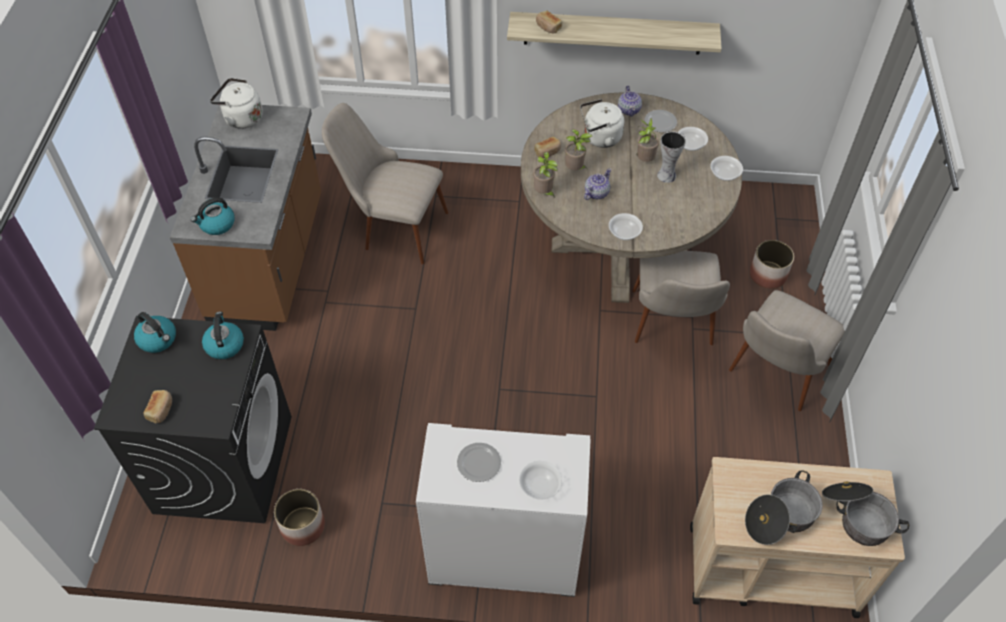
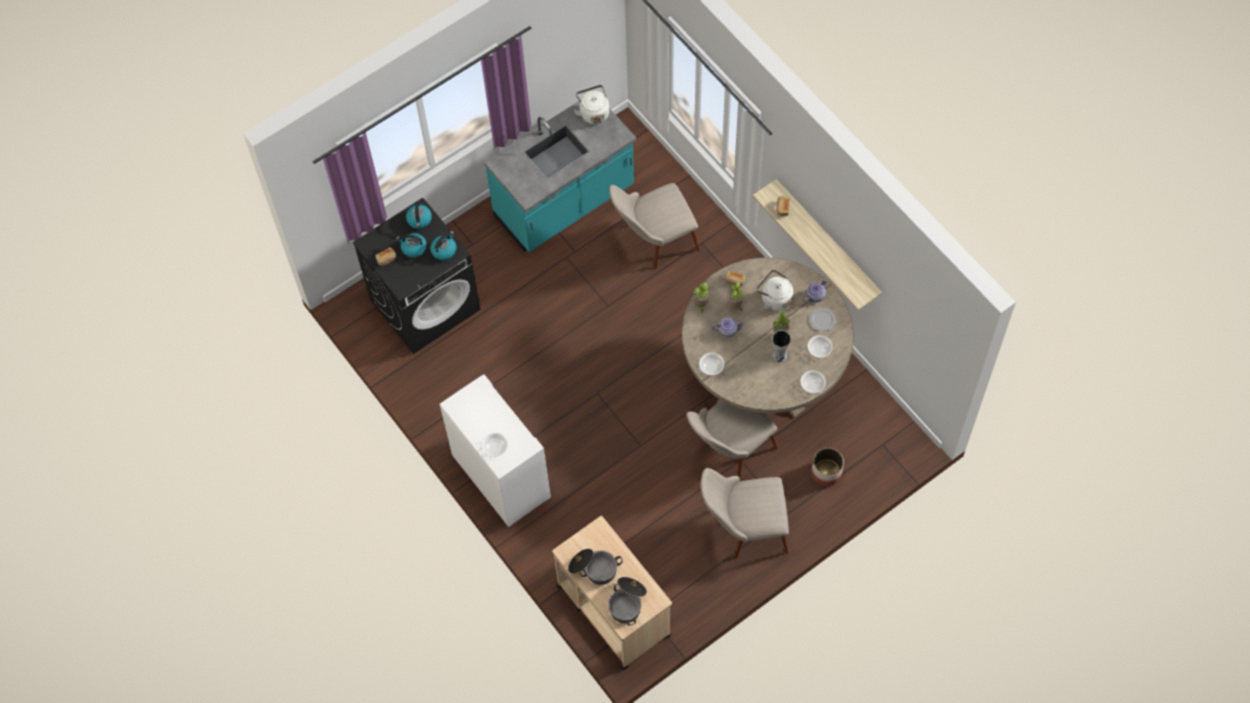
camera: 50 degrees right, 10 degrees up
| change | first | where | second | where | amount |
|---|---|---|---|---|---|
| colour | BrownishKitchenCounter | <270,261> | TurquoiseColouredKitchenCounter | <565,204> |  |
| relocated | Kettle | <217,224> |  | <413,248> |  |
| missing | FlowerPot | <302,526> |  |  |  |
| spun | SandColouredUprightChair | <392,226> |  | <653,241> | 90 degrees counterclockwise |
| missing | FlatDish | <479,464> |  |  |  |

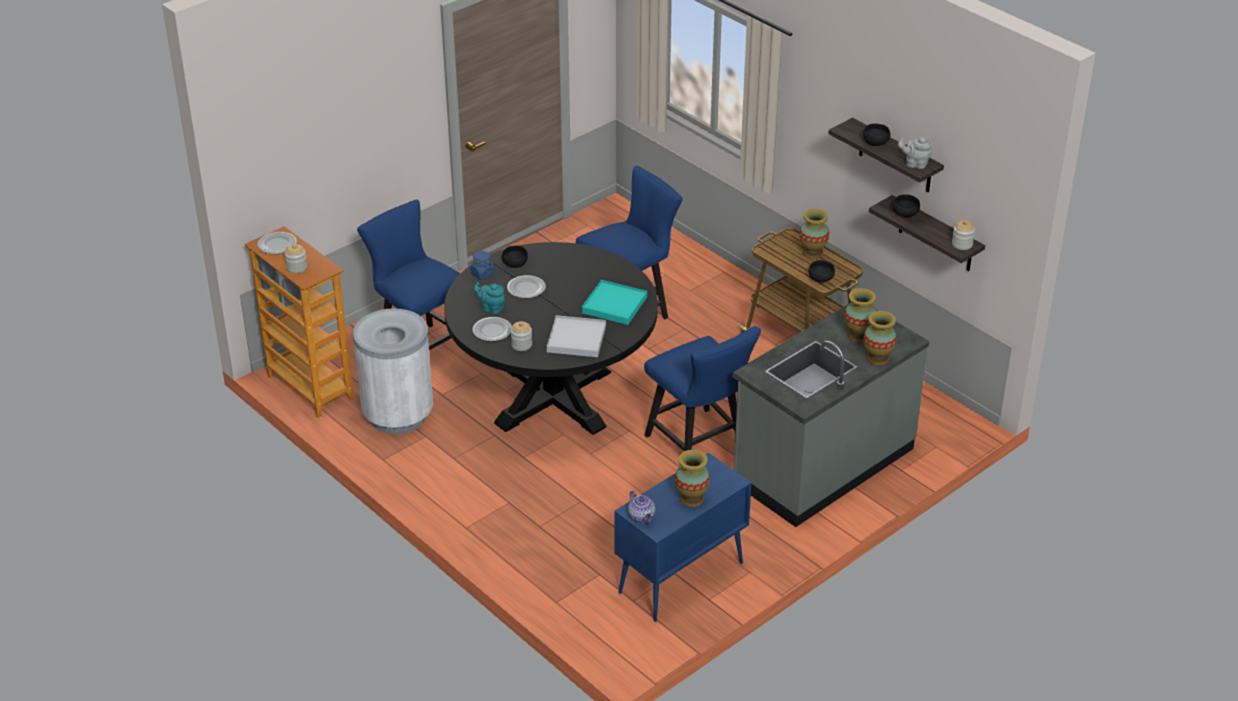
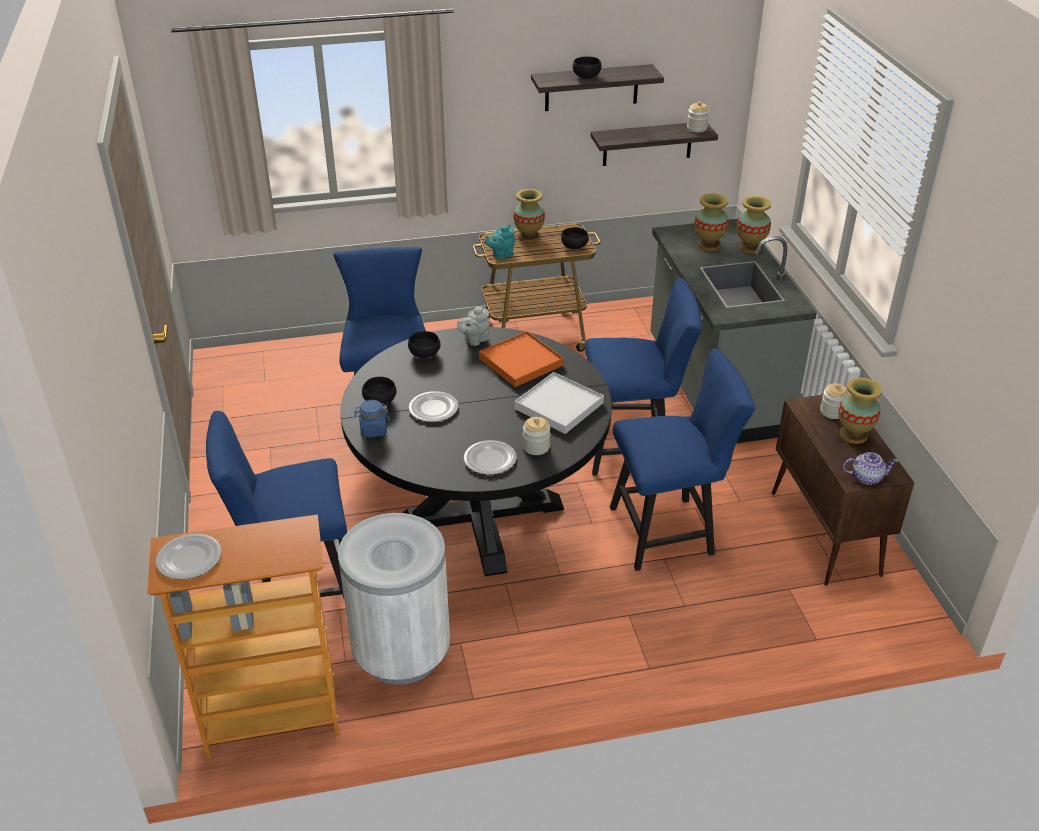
camera: 60 degrees left, 0 degrees up
| change | first | where | second | where | amount |
|---|---|---|---|---|---|
| relocated | StorageJar | <297,268> |  | <832,412> |  |
| relocated | TurquoiseColouredTeaPot | <491,308> |  | <501,255> |  |
| colour | TurquoiseColouredTray | <614,305> | OrangeColouredTray | <521,362> |  |
| colour | BlueColouredStorageCabinet | <680,579> | BrownishStorageCabinet | <825,534> |  |
| relocated | BlackishDeepDish | <905,214> |  | <425,354> |  |
| relocated | GreyTeaPot | <914,164> |  | <474,340> |  |
| appeared |  |  | BlueColouredUprightChair | <669,531> |  |

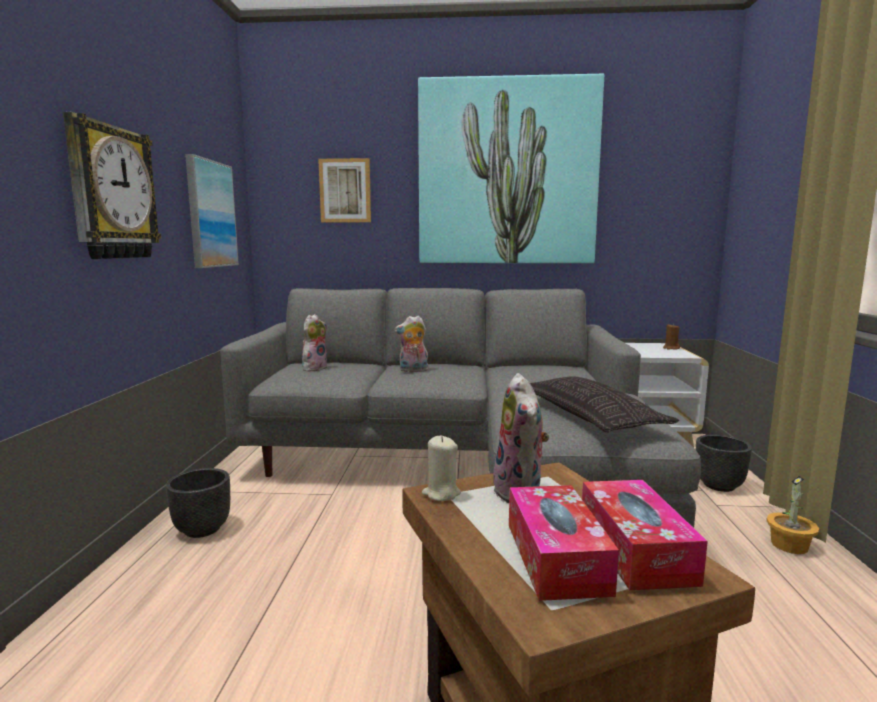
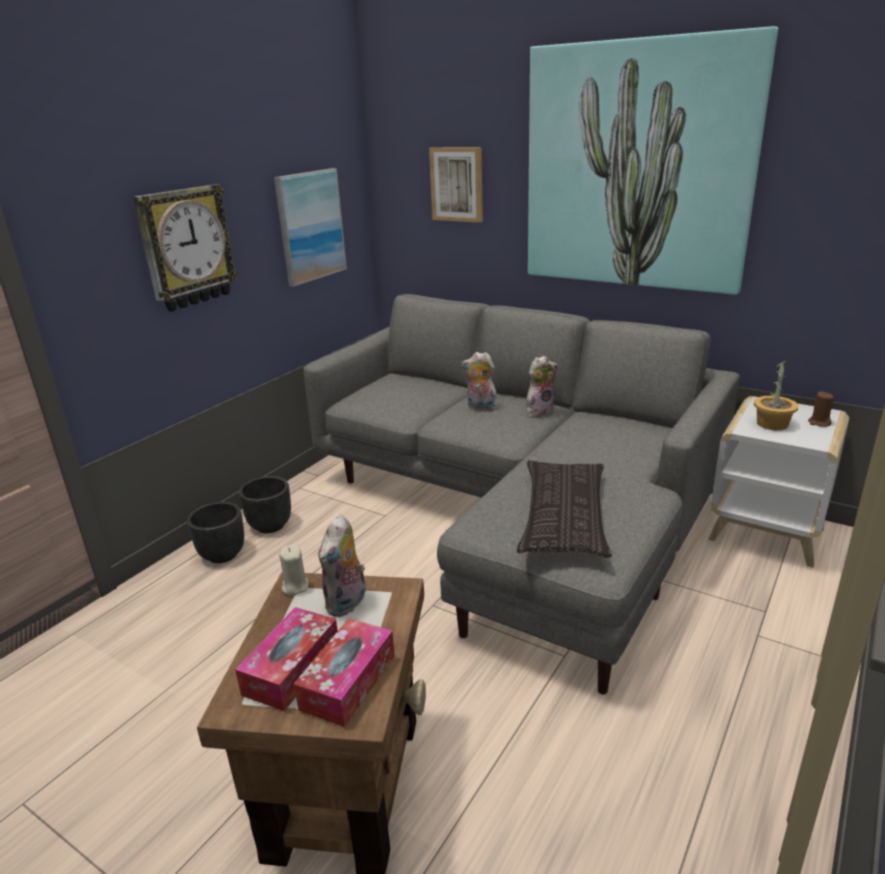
camera: 30 degrees right, 15 degrees up
| change | first | where | second | where | amount |
|---|---|---|---|---|---|
| relocated | SoftToy | <314,368> |  | <539,412> |  |
| relocated | BlackishFlowerPot | <719,485> |  | <223,555> |  |
| relocated | Houseplant | <790,545> |  | <772,424> |  |

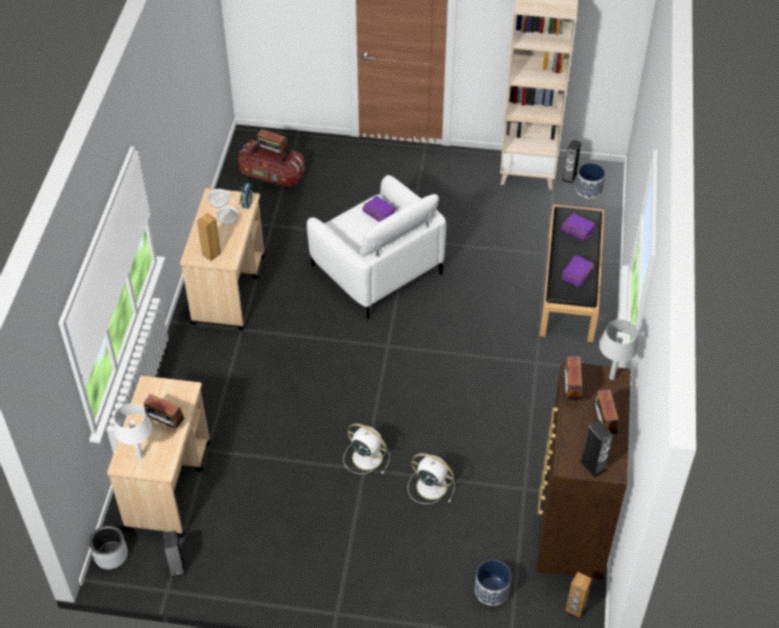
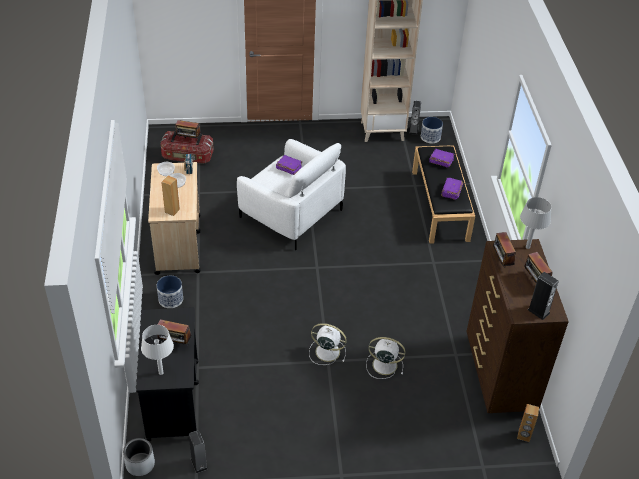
camera: 15 degrees left, 5 degrees down
| change | first | where | second | where | amount |
|---|---|---|---|---|---|
| colour | SandColouredWheeledCart | <168,484> | BlackishWheeledCart | <173,399> |  |
| relocated | FlowerPot | <492,591> |  | <171,299> |  |

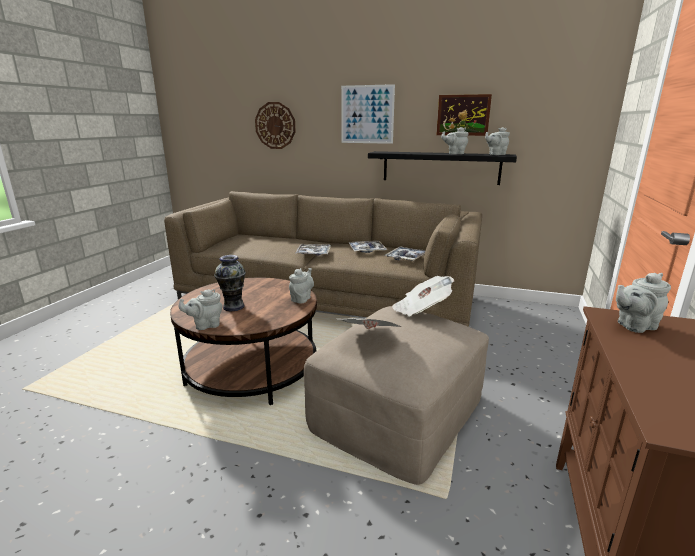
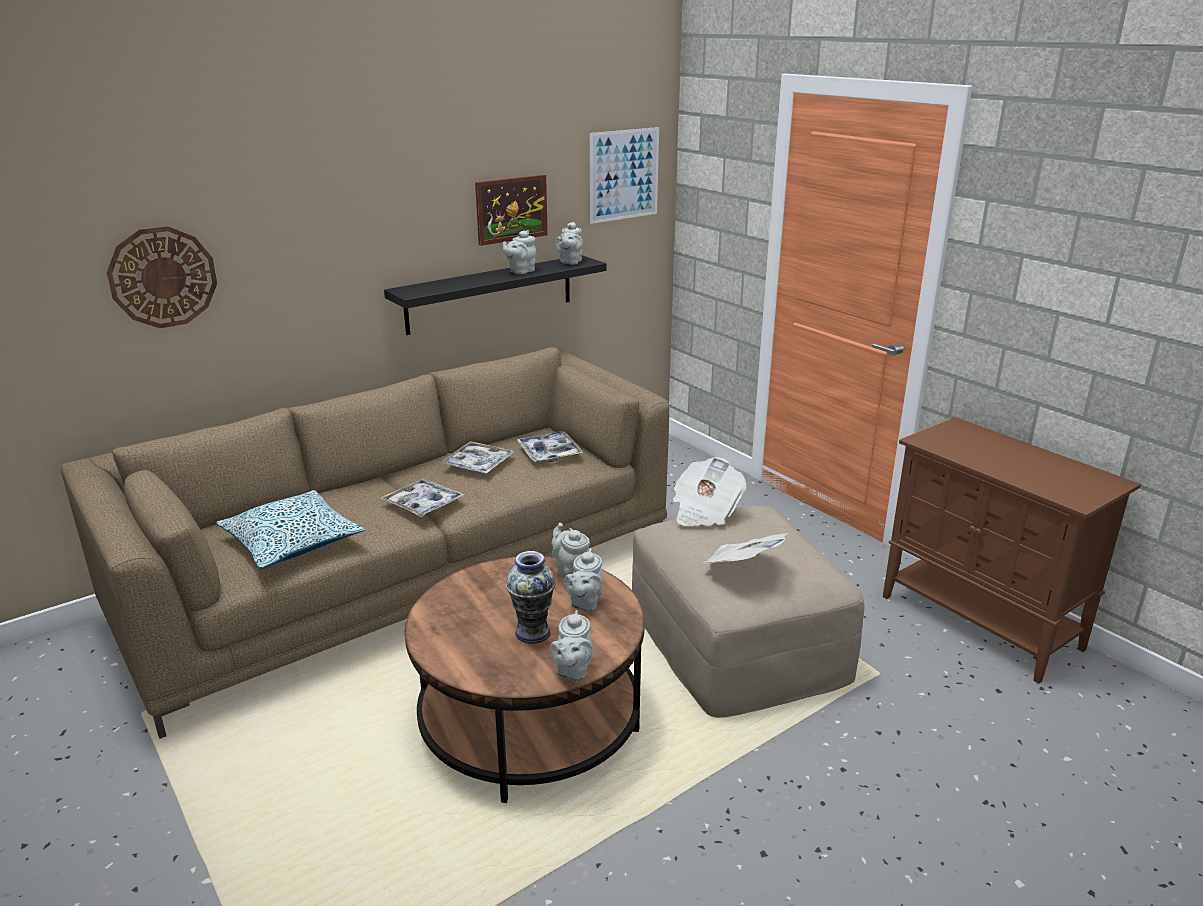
camera: 55 degrees left, 5 degrees up
| change | first | where | second | where | amount |
|---|---|---|---|---|---|
| relocated | WallArt | <367,114> |  | <624,175> |  |
| relocated | GreyTeaPot | <634,326> |  | <585,604> |  |
| appeared |  |  | Pillow | <292,542> |  |

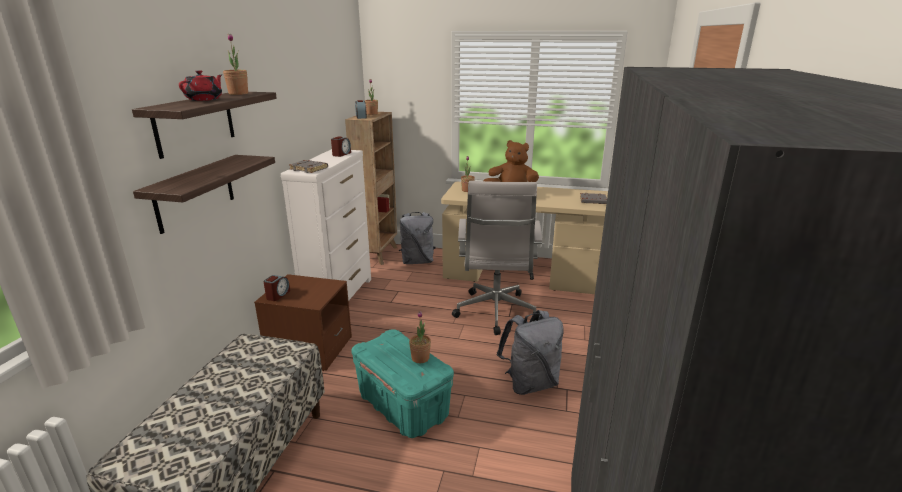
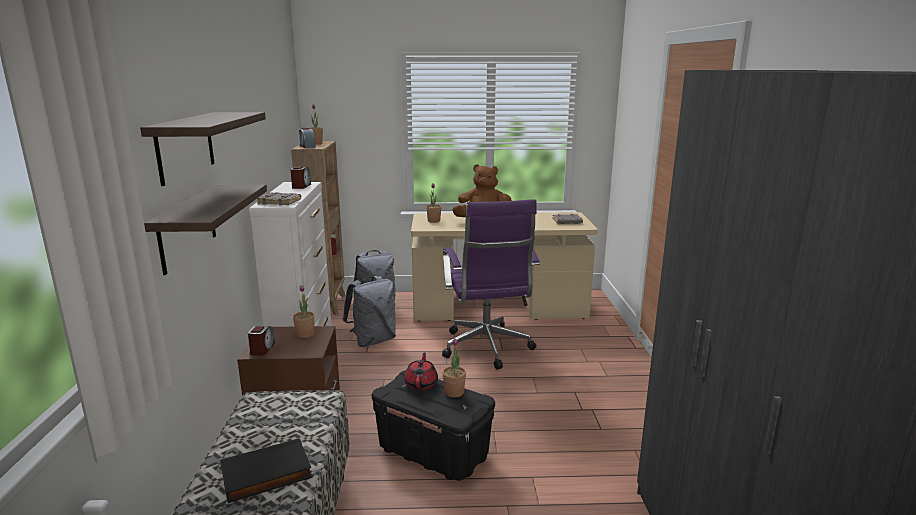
camera: 15 degrees left, 5 degrees down
| change | first | where | second | where | amount |
|---|---|---|---|---|---|
| relocated | RedColouredTeaPot | <205,99> |  | <421,383> |  |
| relocated | Houseplant | <238,93> |  | <305,334> |  |
| colour | TurquoiseColouredStorageBox | <402,406> | BlackishStorageBox | <432,452> |  |
| colour | WhitishDeskChair | <495,314> | PurpleDeskChair | <487,349> |  |
| relocated | GreyRucksack | <530,383> |  | <373,340> |  |
| appeared |  |  | BlackishBook | <266,475> |  |

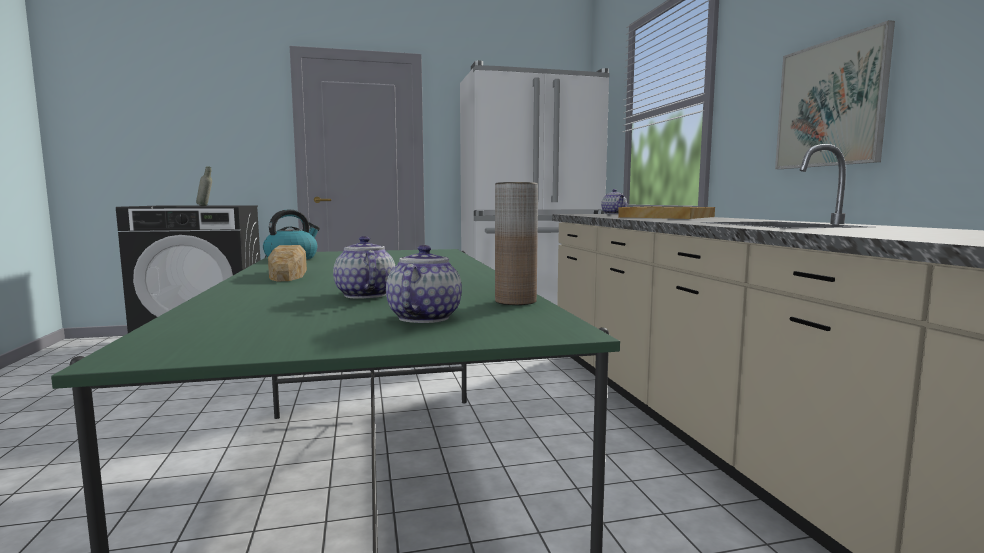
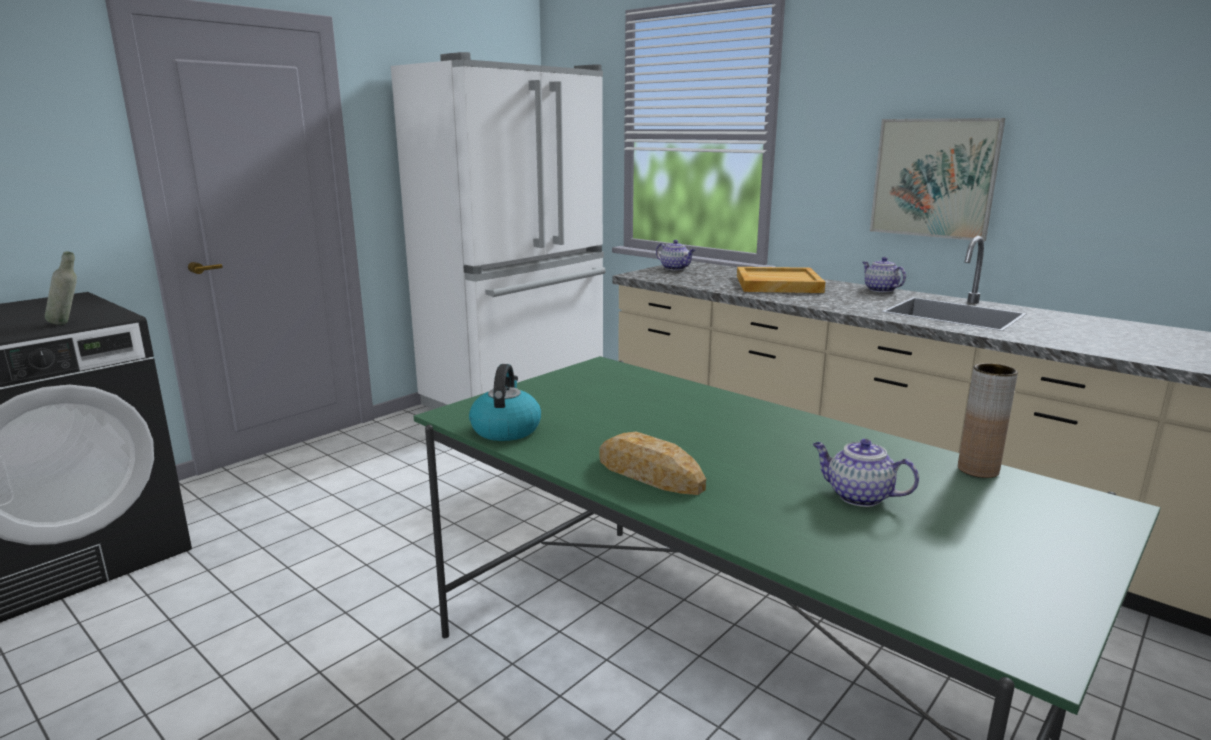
camera: 35 degrees left, 10 degrees up
| change | first | where | second | where | amount |
|---|---|---|---|---|---|
| relocated | TeaPot | <424,317> |  | <880,290> |  |

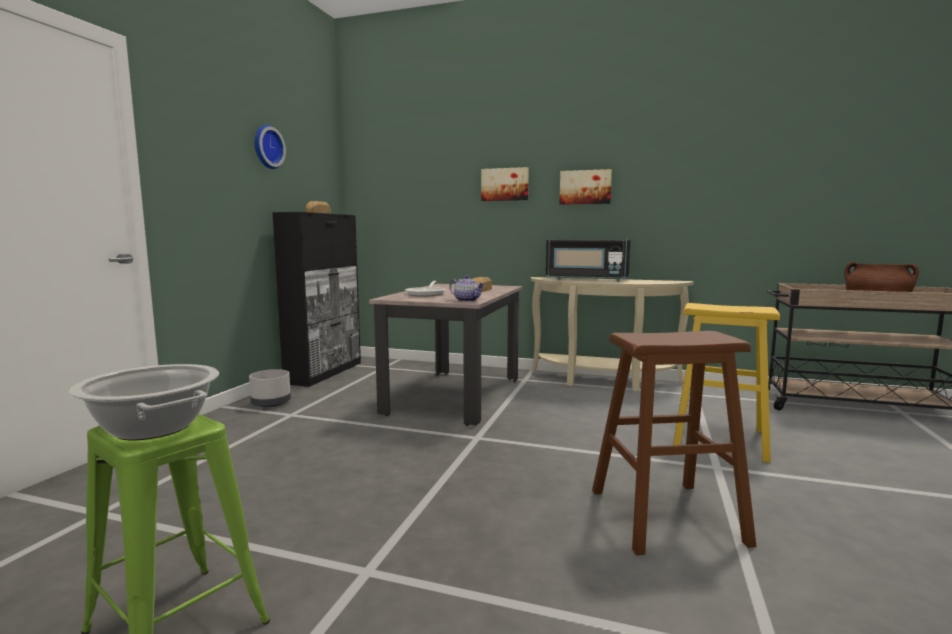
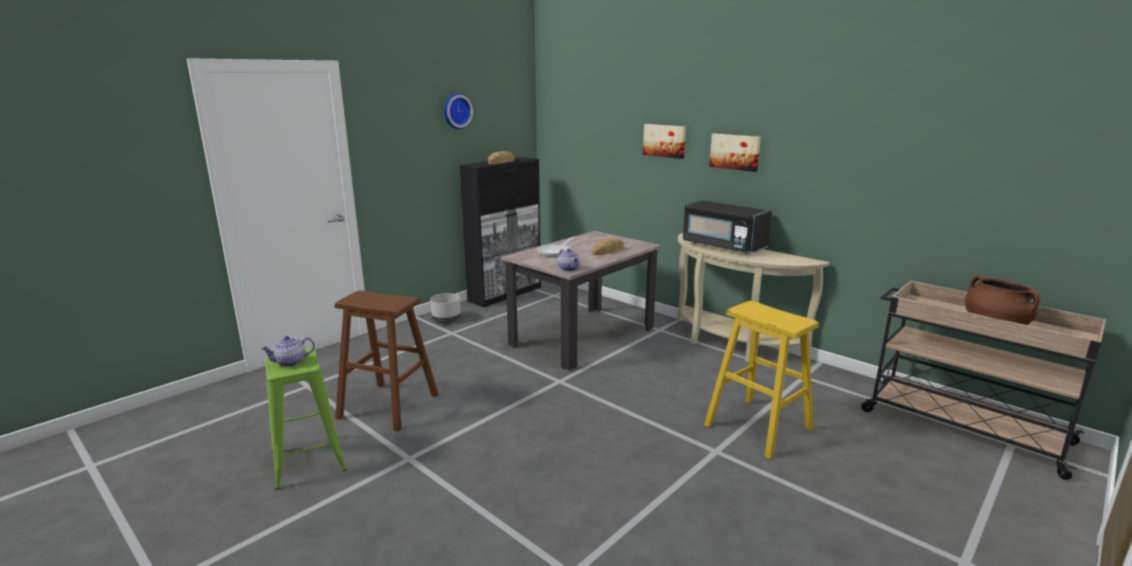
camera: 25 degrees right, 10 degrees up
| change | first | where | second | where | amount |
|---|---|---|---|---|---|
| exchanged | Saucepot | <154,427> | TeaPot | <290,362> |  |
| relocated | BrownishStoolSeat | <666,516> |  | <389,406> |  |

